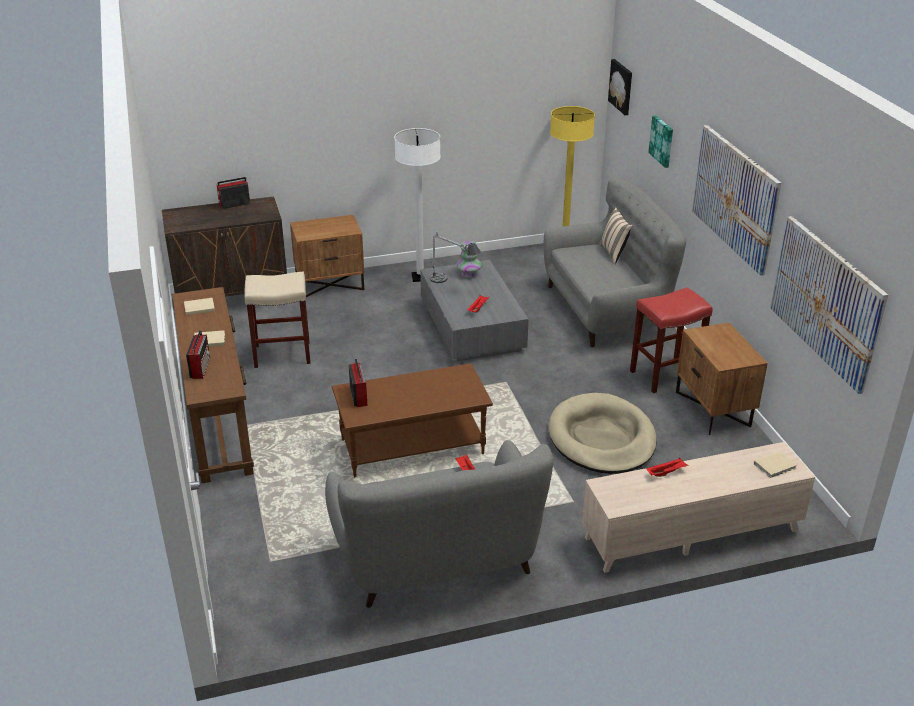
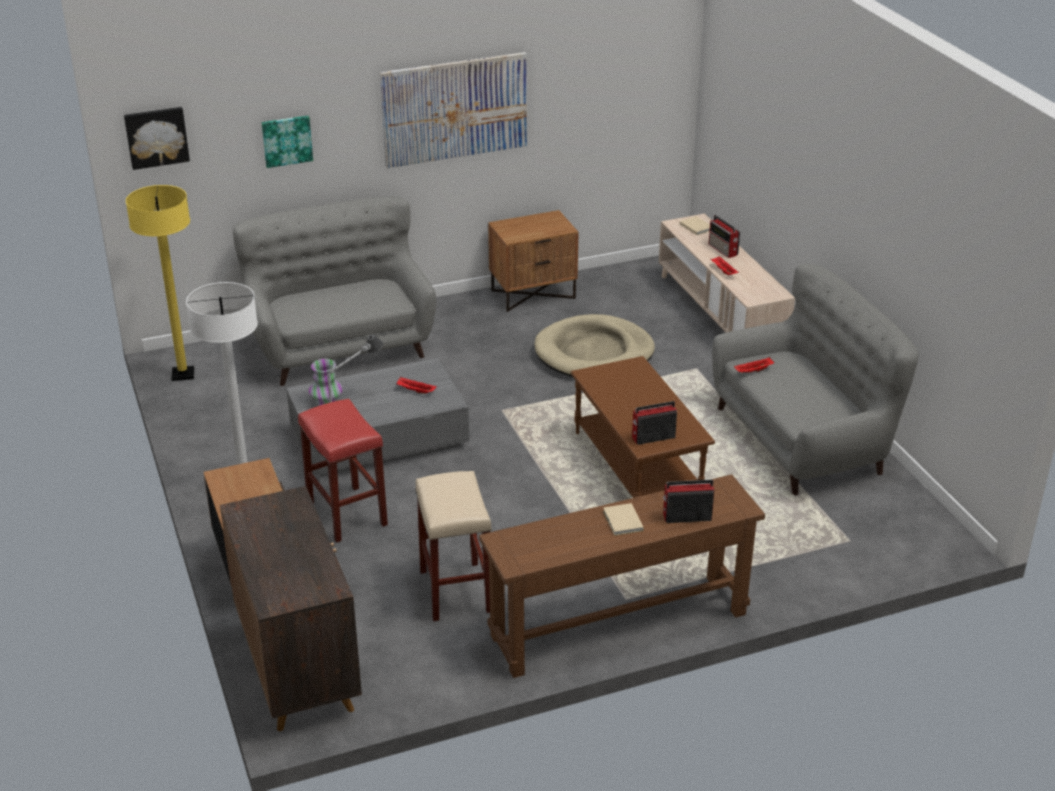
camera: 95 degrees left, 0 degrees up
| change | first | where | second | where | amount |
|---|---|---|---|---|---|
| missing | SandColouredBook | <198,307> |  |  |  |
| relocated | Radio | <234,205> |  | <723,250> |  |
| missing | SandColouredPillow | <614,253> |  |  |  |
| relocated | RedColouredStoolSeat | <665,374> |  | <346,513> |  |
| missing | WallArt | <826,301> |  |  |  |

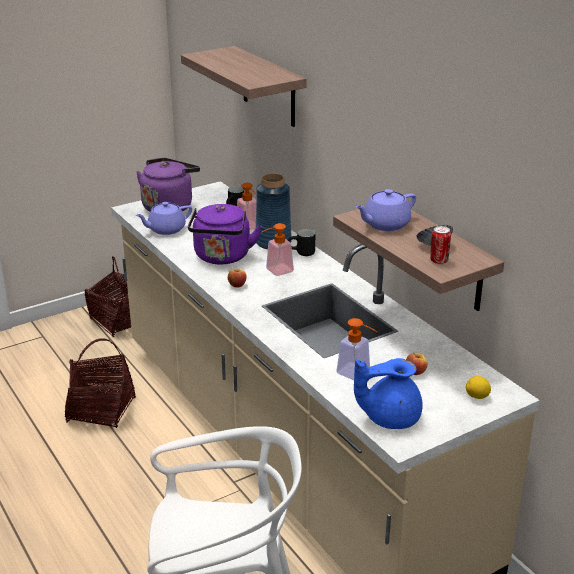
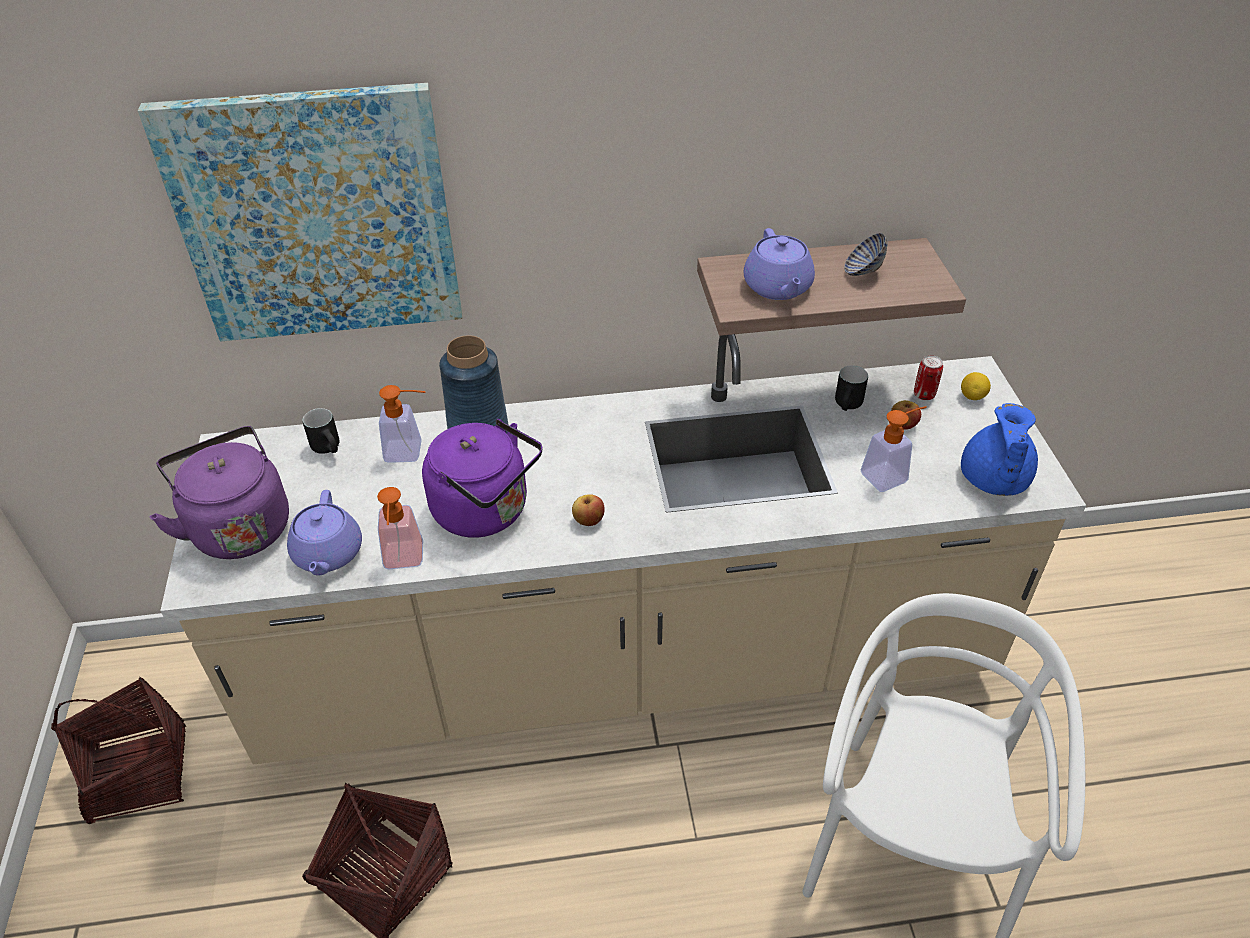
camera: 65 degrees left, 15 degrees up
| change | first | where | second | where | amount |
|---|---|---|---|---|---|
| exchanged | BracketShelf | <268,87> | WallArt | <317,216> |  |
| relocated | SoapBottle | <275,271> |  | <403,562> |  |
| relocated | BlackishTeaMug | <301,253> |  | <849,406> |  |
| relocated | MetalCan | <439,261> |  | <924,395> |  |

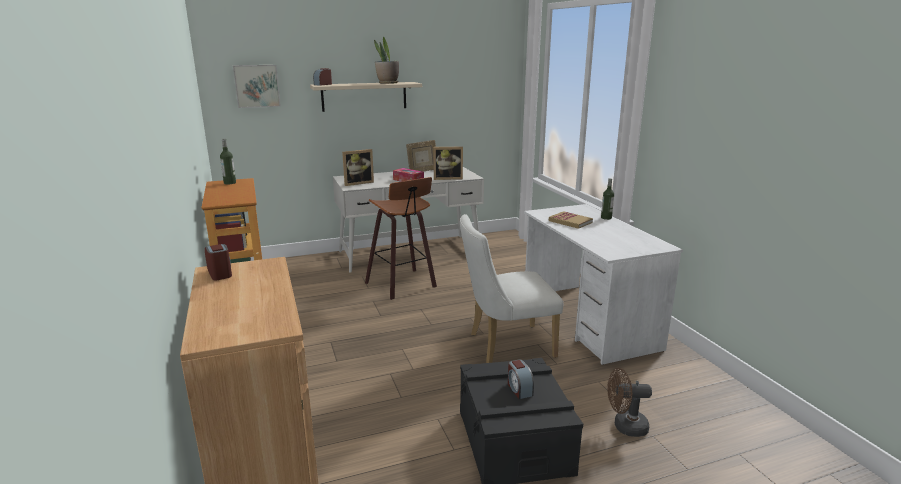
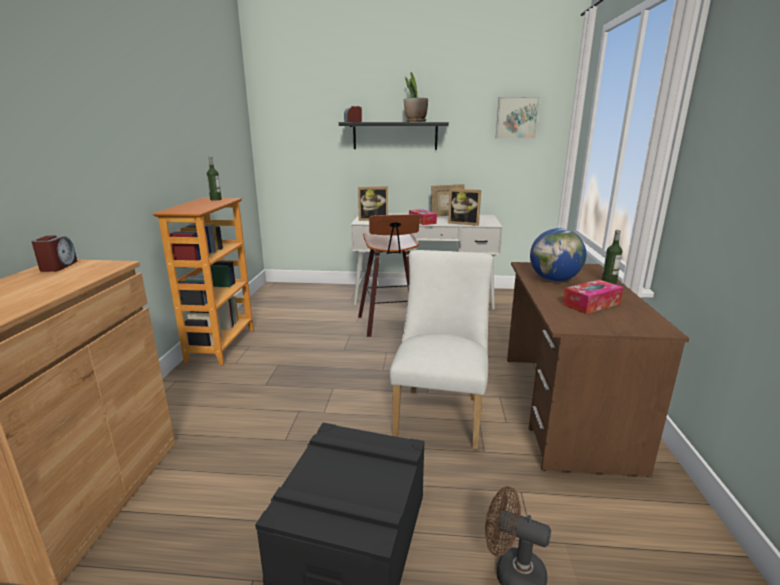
camera: 25 degrees right, 0 degrees up
| change | first | where | second | where | amount |
|---|---|---|---|---|---|
| relocated | WallArt | <257,86> |  | <516,118> |  |
| colour | SandColouredBracketShelf | <364,96> | BlackishBracketShelf | <395,136> |  |
| spun | WhitishUprightChair | <505,345> |  | <440,412> | 90 degrees clockwise |
| missing | AlarmClock | <519,389> |  |  |  |
| colour | WhitishDeskUnit | <587,321> | BrownishDeskUnit | <564,408> |  |
| exchanged | Book | <570,221> | WorldGlobe | <554,280> |  |
| appeared |  |  | TissueBox | <591,304> |  |

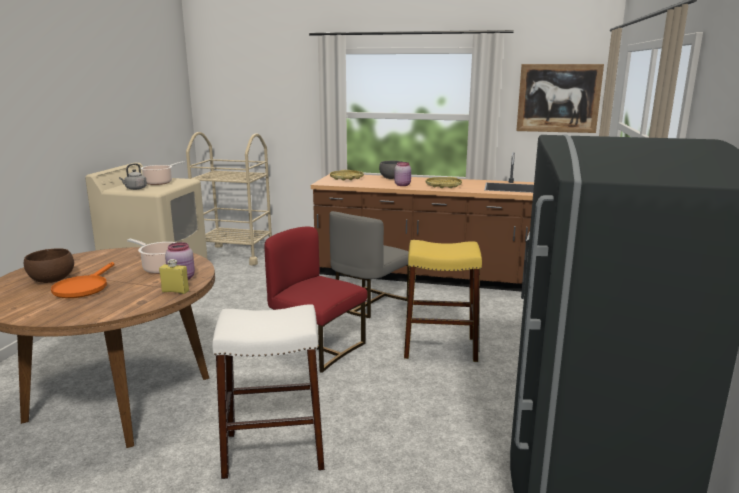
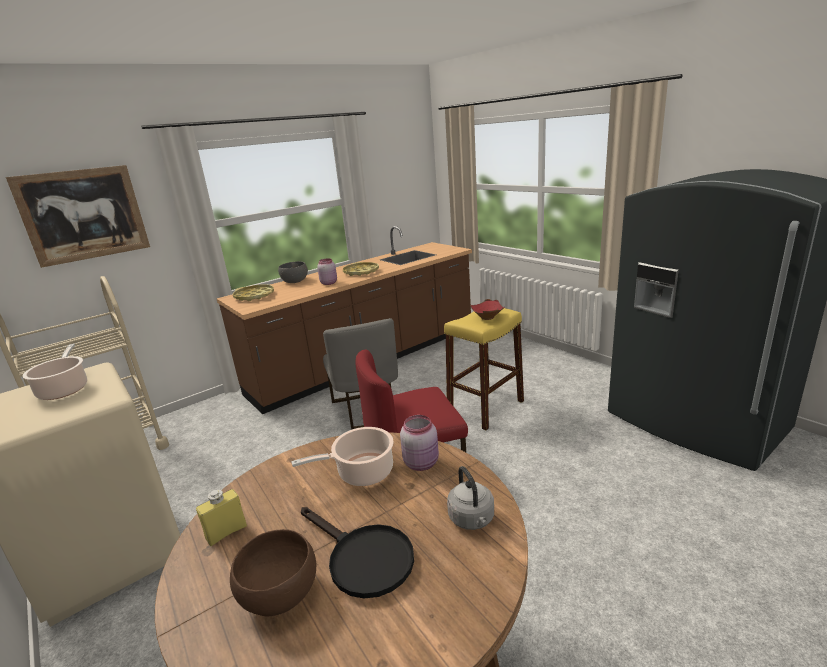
camera: 50 degrees left, 5 degrees up
| change | first | where | second | where | amount |
|---|---|---|---|---|---|
| colour | OrangeColouredPan | <84,287> | BlackishPan | <363,558> |  |
| relocated | GreyKettle | <135,189> |  | <472,520> |  |
| relocated | YellowishBeverageBottle | <175,291> |  | <226,532> |  |
| missing | WhitishStoolSeat | <274,451> |  |  |  |
| relocated | WallArt | <558,98> |  | <84,215> |  |
| appeared |  |  | RedColouredDeepDish | <488,317> |  |

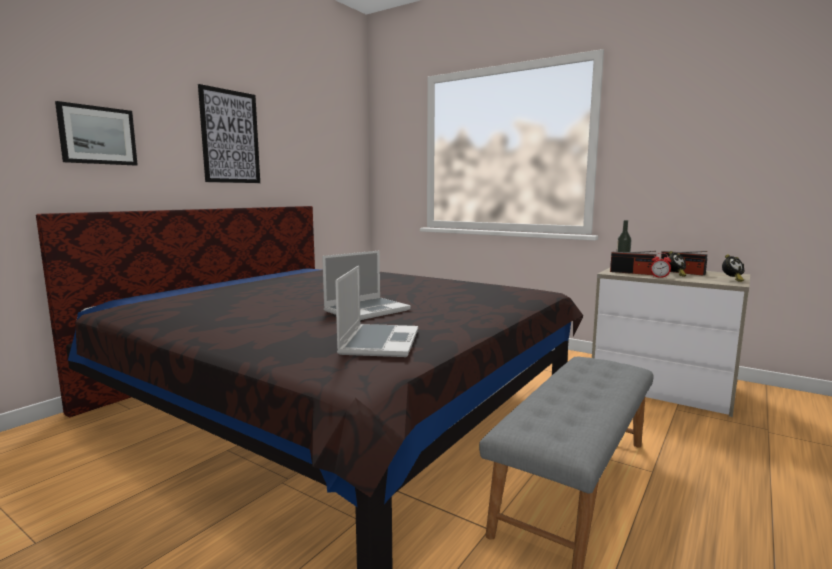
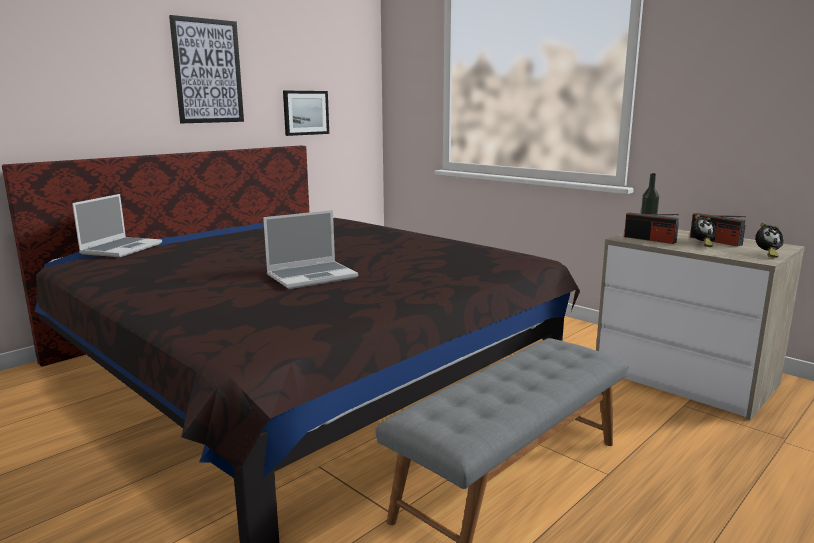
camera: 10 degrees right, 5 degrees up
| change | first | where | second | where | amount |
|---|---|---|---|---|---|
| relocated | WallArt | <97,135> |  | <305,112> |  |
| relocated | NotebookComputer | <379,342> |  | <121,248> |  |
| missing | AlarmClock | <659,277> |  |  |  |

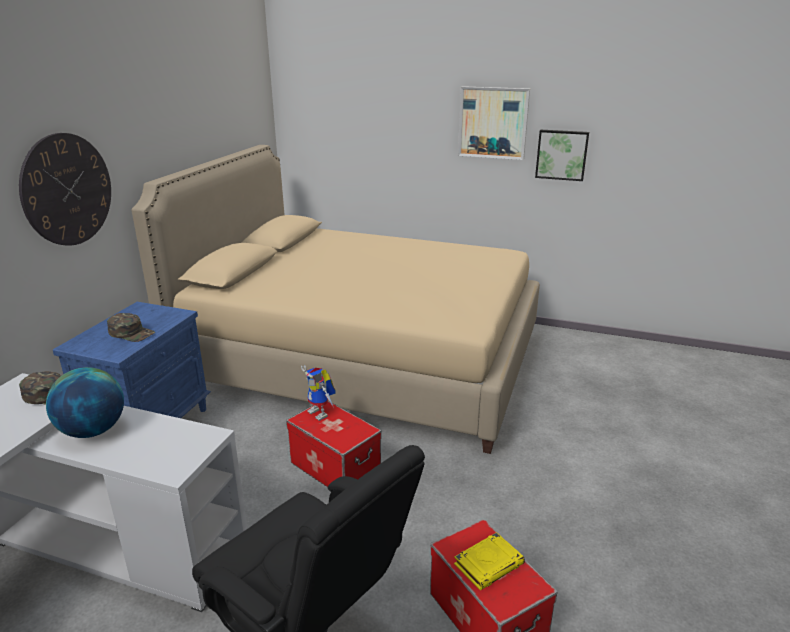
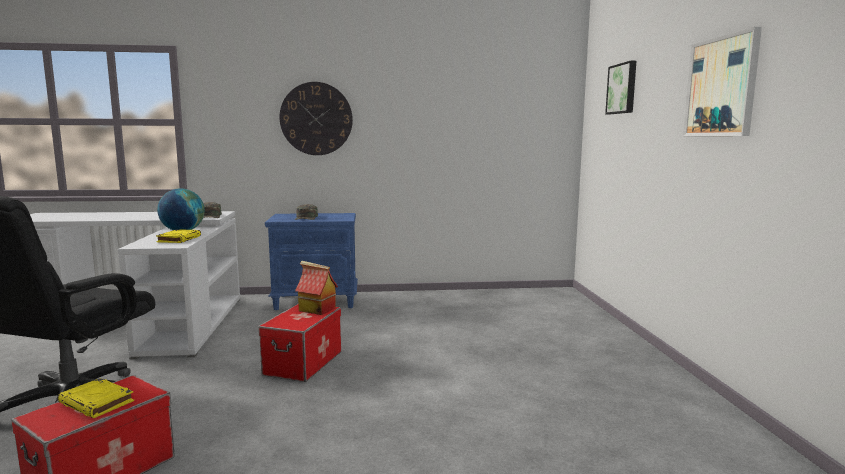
camera: 65 degrees right, 15 degrees down
| change | first | where | second | where | amount |
|---|---|---|---|---|---|
| missing | SandColouredBed | <363,359> |  |  |  |
| exchanged | RobotFigure | <321,413> | ModelHouse | <316,309> |  |
| relocated | WallArt | <561,154> |  | <623,88> |  |
| appeared |  |  | YellowishBook | <179,239> |  |

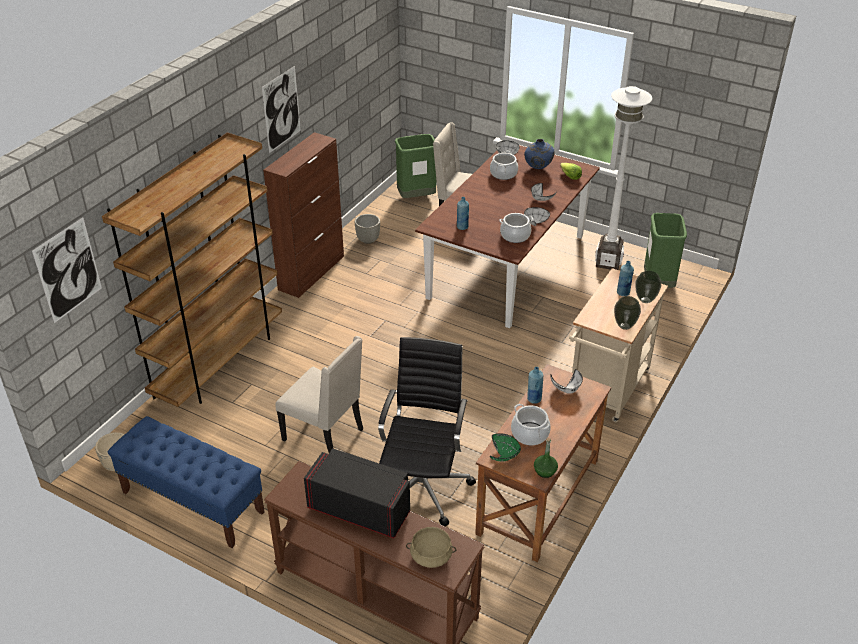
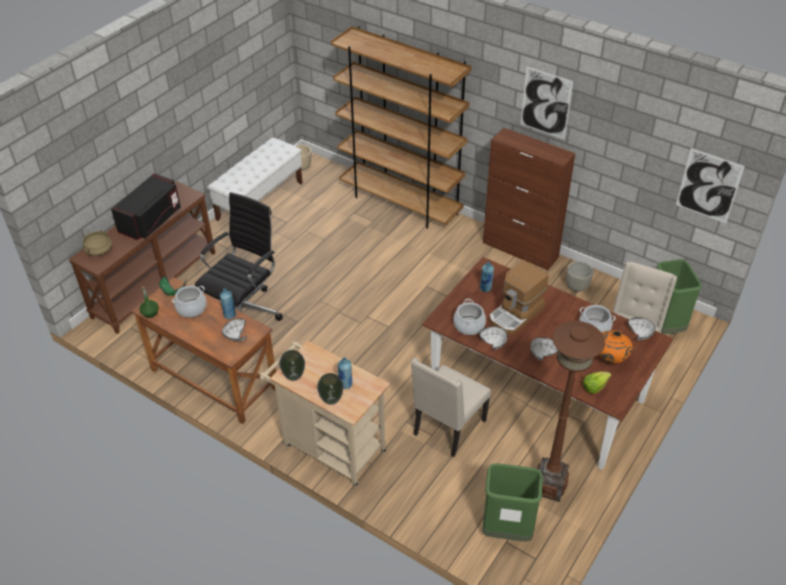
camera: 95 degrees right, 5 degrees up
| change | first | where | second | where | amount |
|---|---|---|---|---|---|
| relocated | WallArt | <68,270> |  | <708,186> |  |
| colour | BlueColouredBench | <192,502> | WhitishBench | <260,201> |  |
| relocated | SandColouredUprightChair | <325,435> |  | <448,428> |  |
| spun | BlackishDeskChair | <423,485> |  | <244,312> | 75 degrees counterclockwise |
| colour | BlueColouredDecorativeVase | <537,168> | OrangeColouredDecorativeVase | <610,359> |  |
| colour | WhitishFloorLamp | <608,262> | BrownishFloorLamp | <549,487> |  |
| appeared |  |  | CoffeeMaker | <516,314> |  |

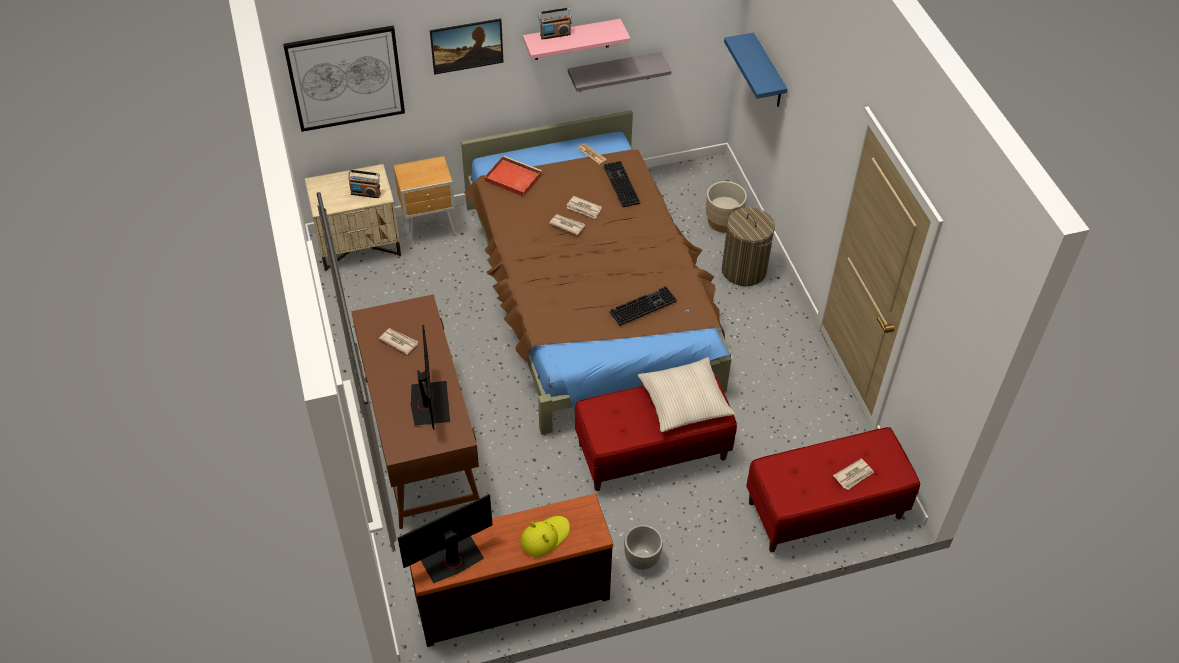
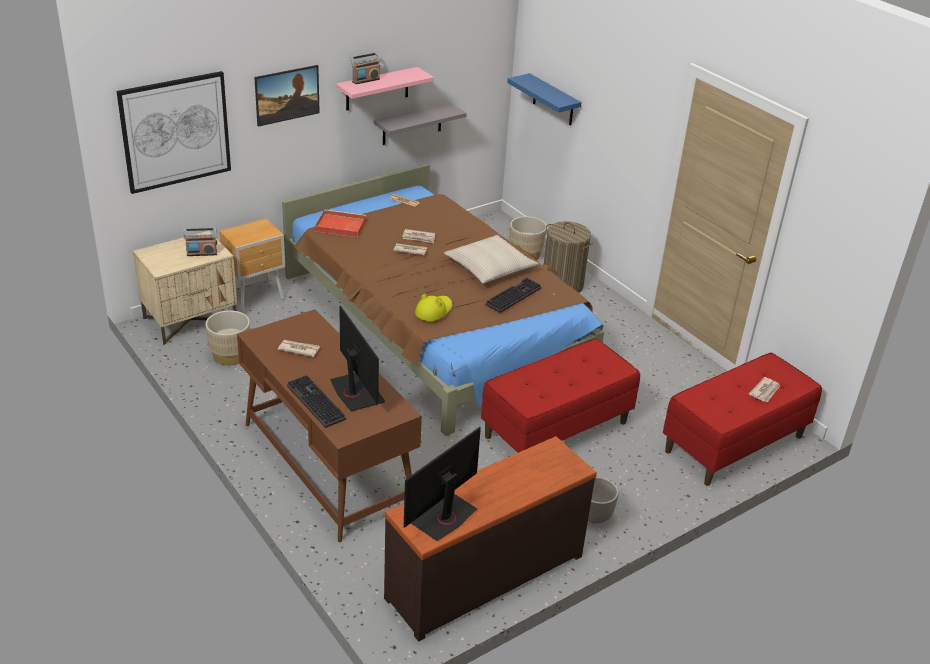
camera: 20 degrees left, 15 degrees down
| change | first | where | second | where | amount |
|---|---|---|---|---|---|
| relocated | YellowishWearableHat | <544,537> |  | <433,310> |  |
| relocated | Keyboard | <620,184> |  | <313,402> |  |
| relocated | SandColouredPillow | <684,401> |  | <490,267> |  |
| appeared |  |  | SandColouredFlowerPot | <230,355> |  |

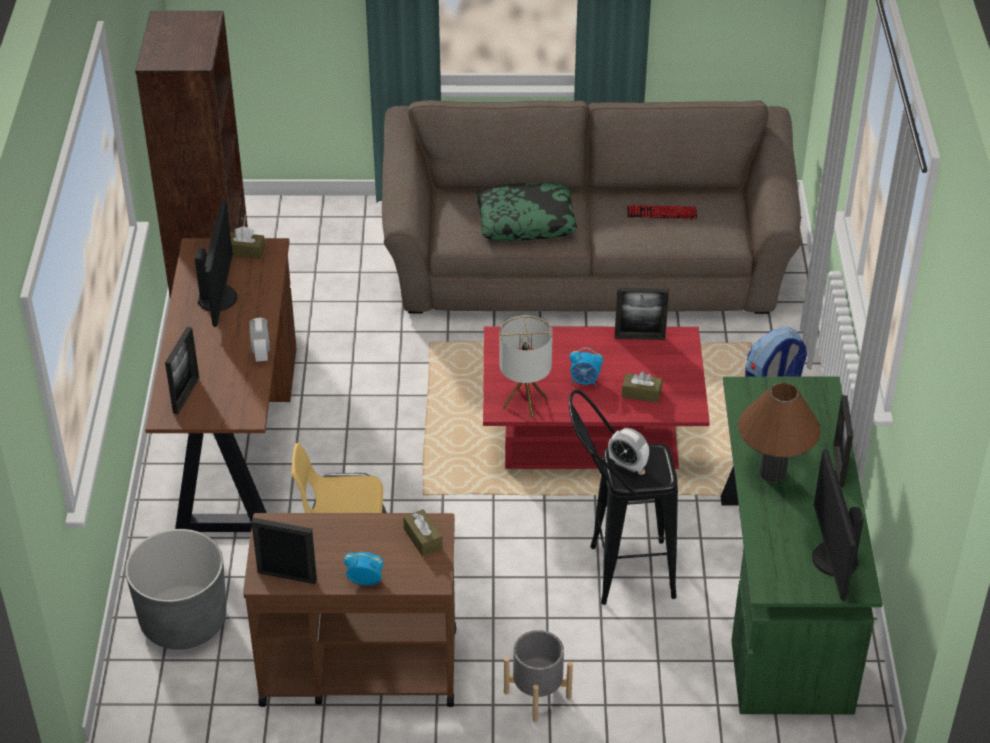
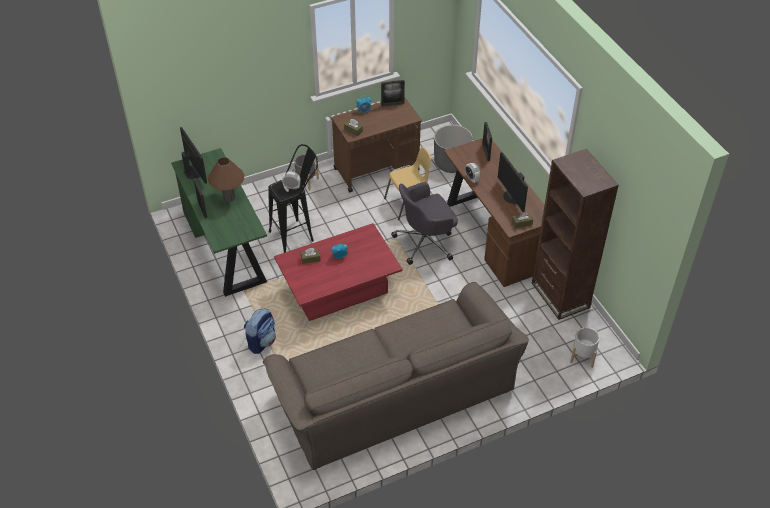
camera: 155 degrees right, 5 degrees up
| change | first | where | second | where | amount |
|---|---|---|---|---|---|
| missing | Pillow | <526,221> |  |  |  |
| missing | TableLamp | <525,402> |  |  |  |
| missing | PictureFrame | <639,337> |  |  |  |
| missing | Keyboard | <661,213> |  |  |  |
| appeared |  |  | GreyDeskChair | <425,242> |  |
| appeared |  |  | WhitishFlowerPot | <582,356> |  |

